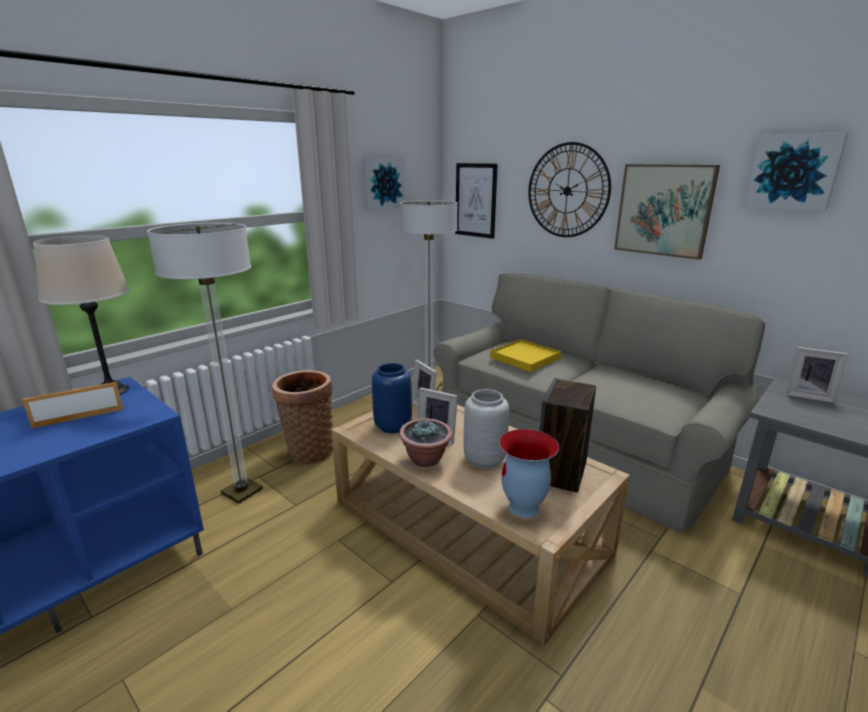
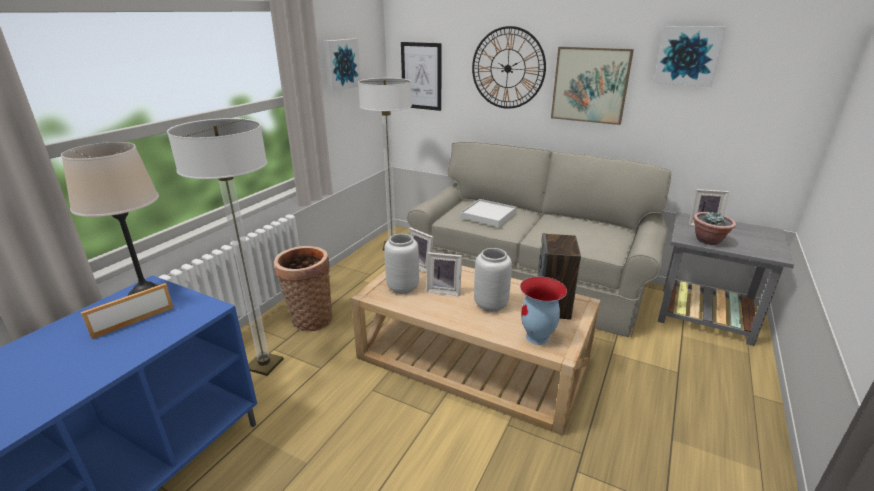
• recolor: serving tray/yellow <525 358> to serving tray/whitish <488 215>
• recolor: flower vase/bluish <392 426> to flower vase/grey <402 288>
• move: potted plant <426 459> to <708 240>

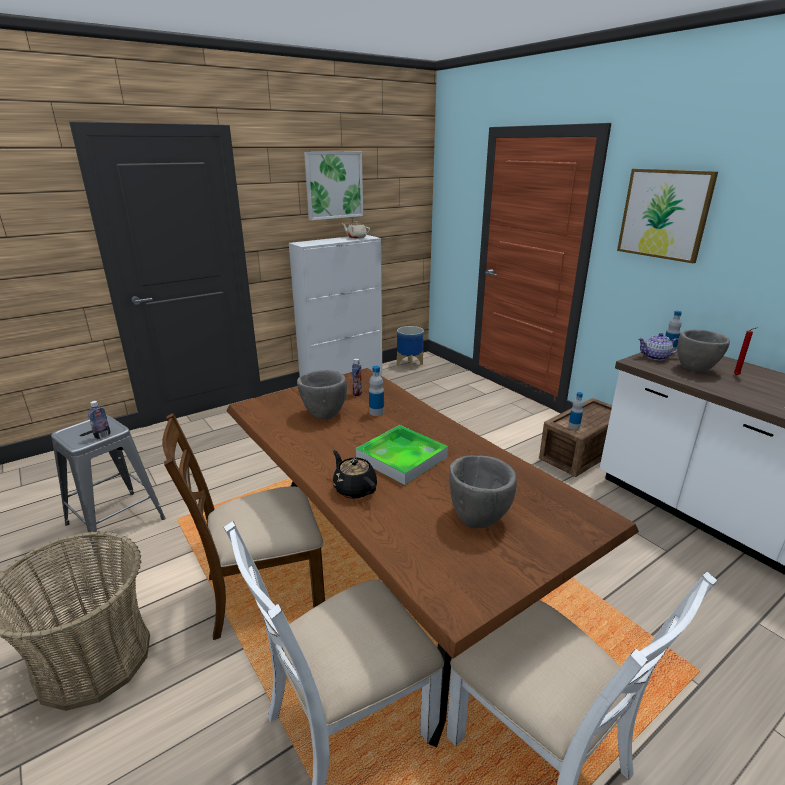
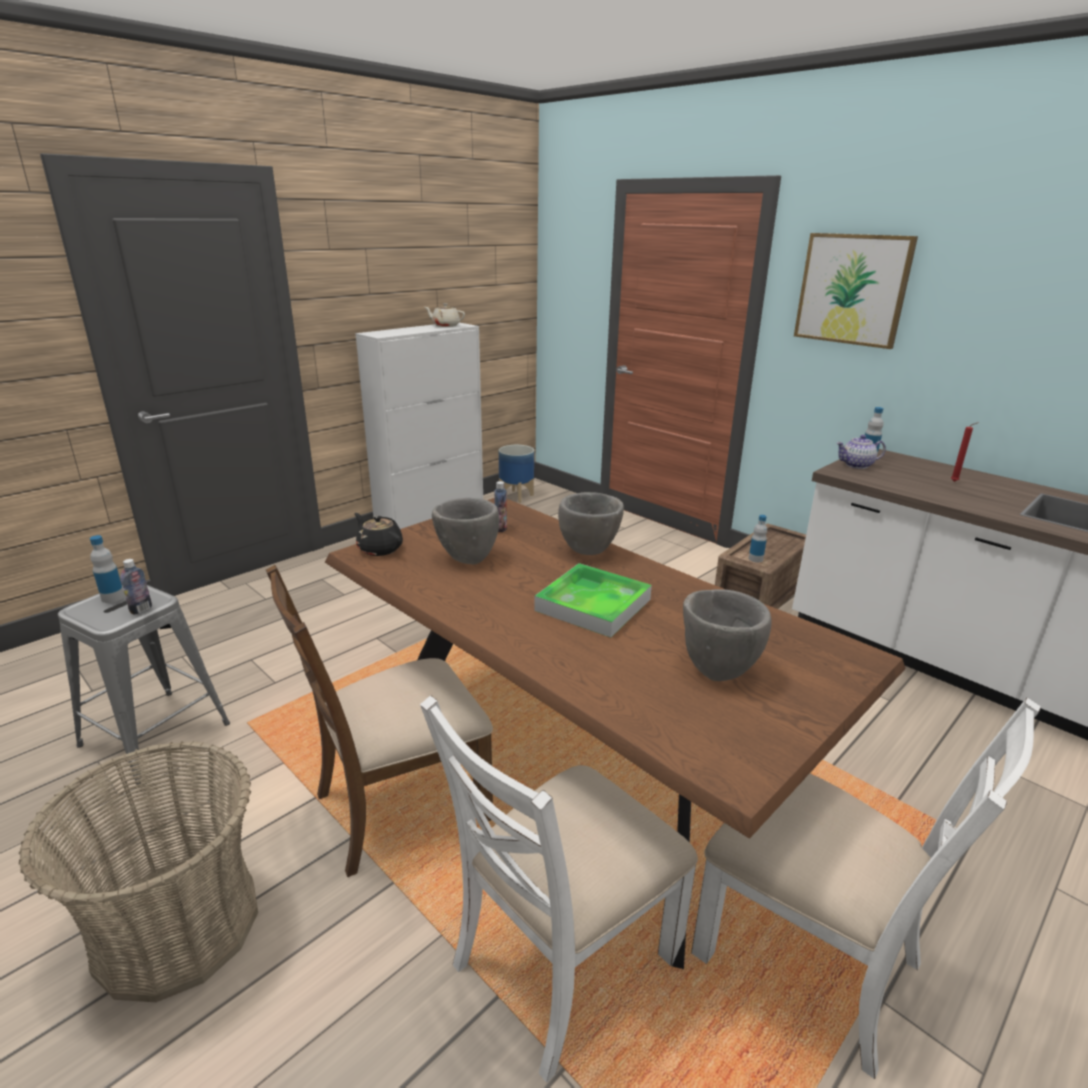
• delete: wall picture <334 185>
• move: bowl/grey <695 369> to <589 551>
• move: bottle <376 412> to <113 597>
• move: pot for tea/black <354 488> to <379 549>

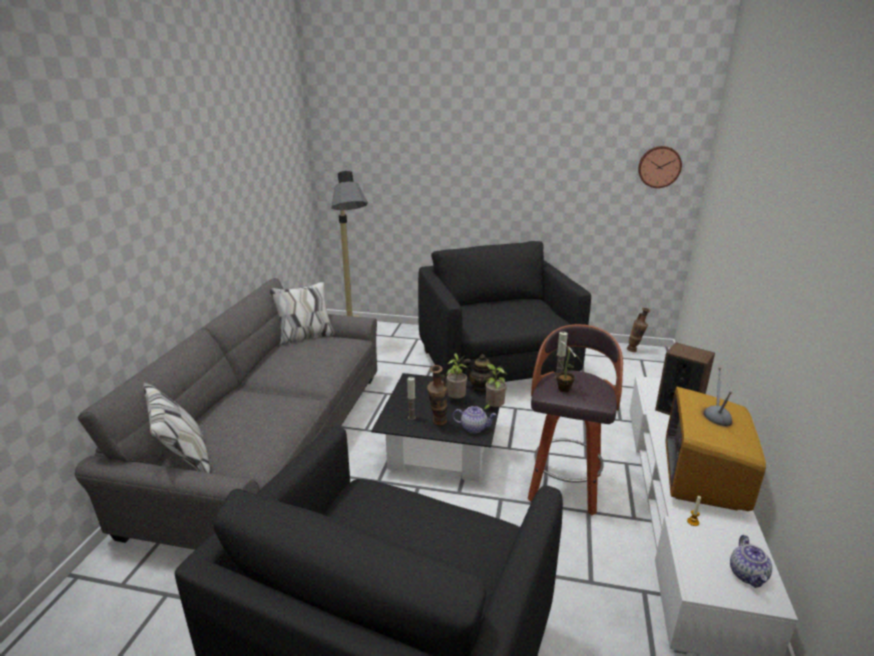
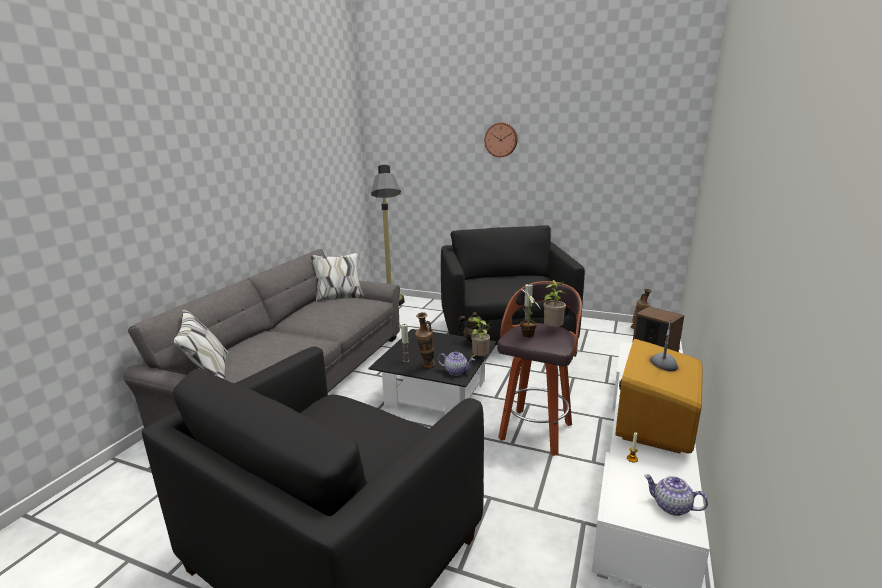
• move: clock on the wall <659 166> to <501 140>
• move: potted plant <456 399> to <553 330>
• rotate: pot for tea <748 575> = <671 507> 105 degrees clockwise

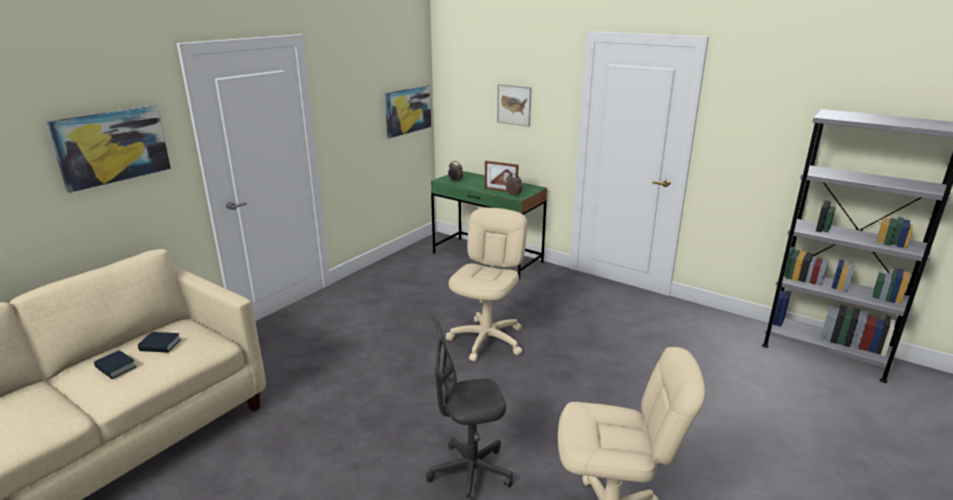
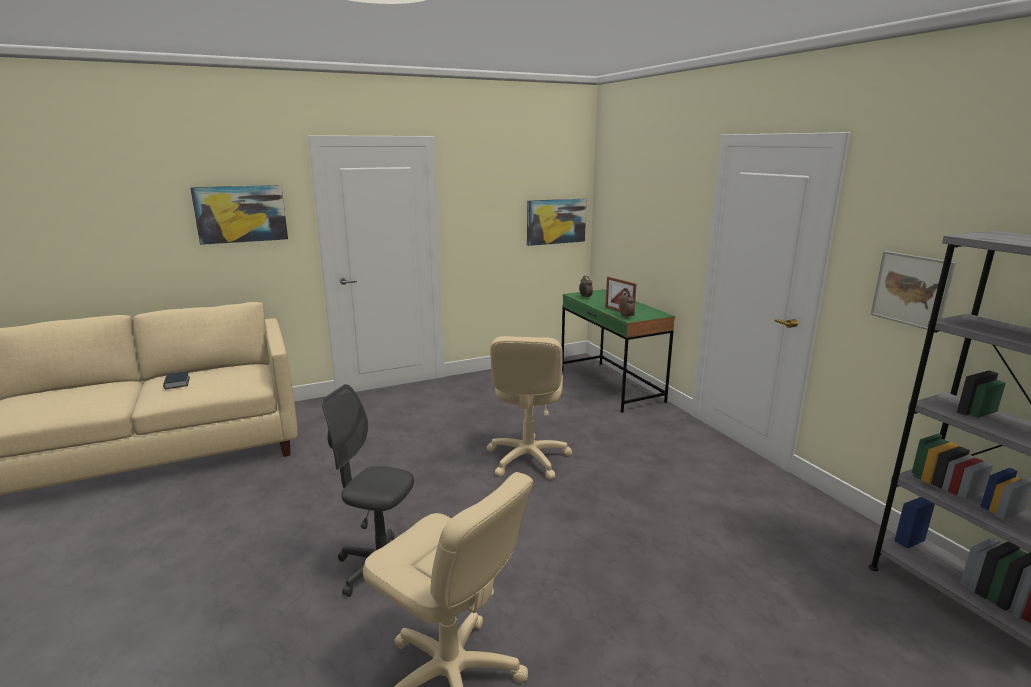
• move: wall picture <514 105> to <911 290>
• rotate: desk chair/sand-coloured <487 340> = <527 458> 135 degrees clockwise
• delete: bound book <160 346>

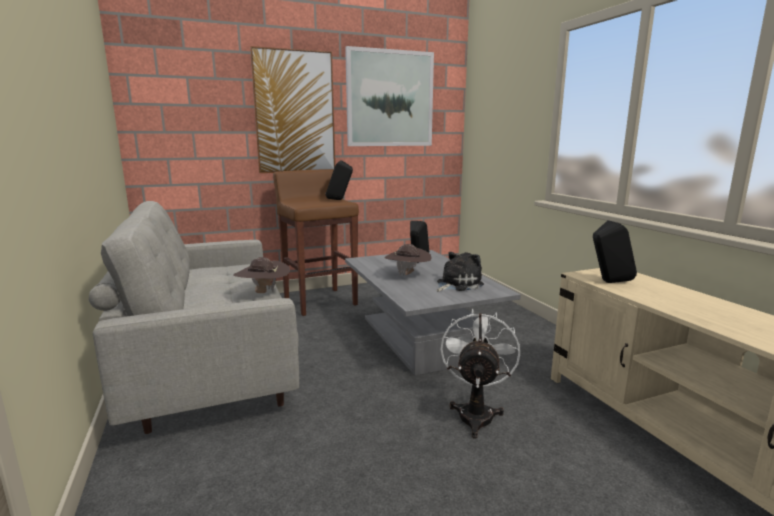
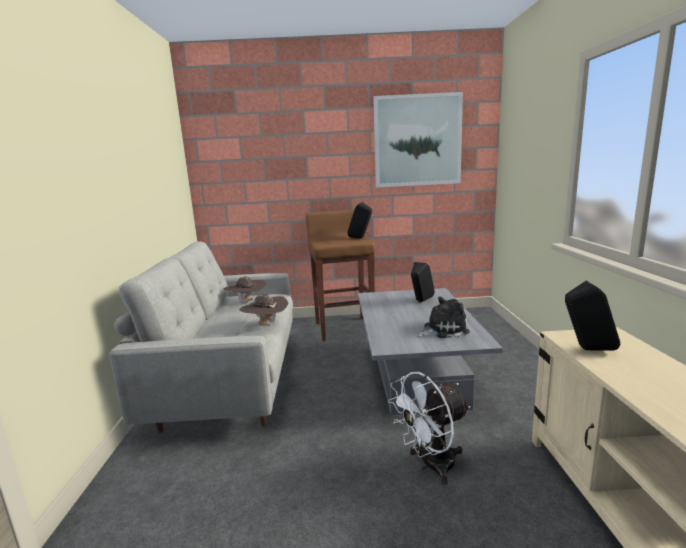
• delete: wall picture <294 112>
• move: clothing hat/brownish <407 275> to <247 302>
• rotate: cooling fan/whitish <476 413> = <430 465> 150 degrees counterclockwise

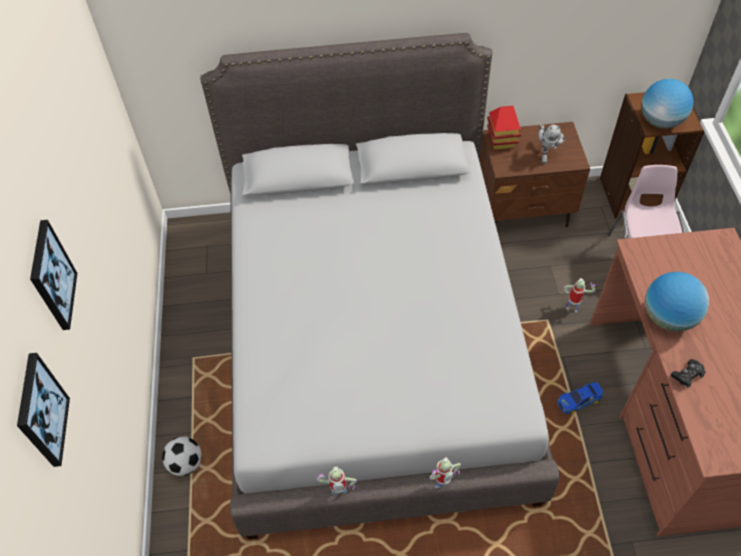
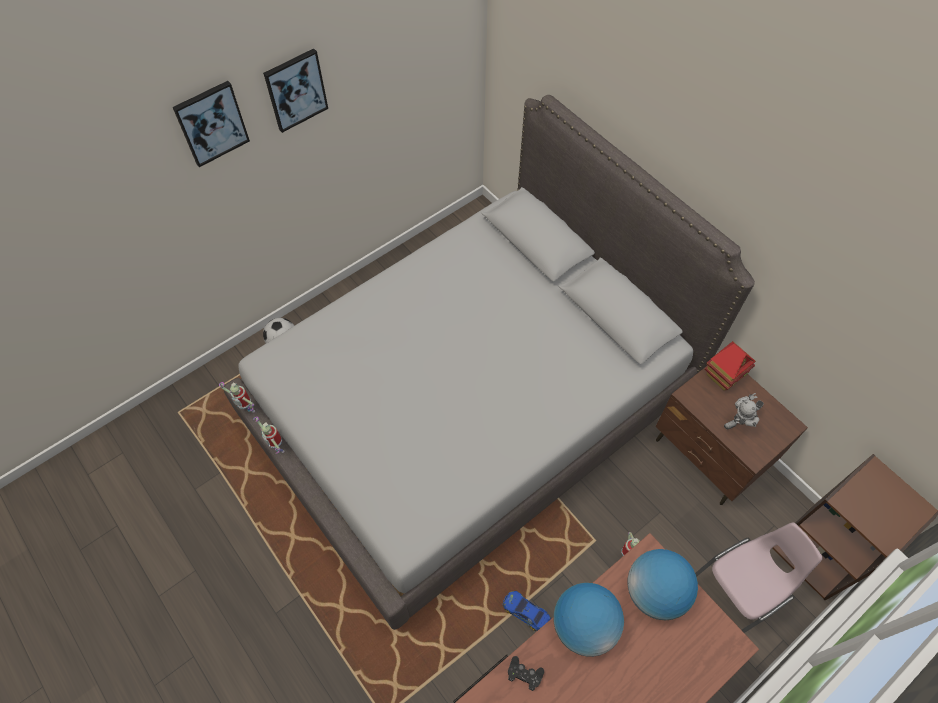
• move: globe <660 121> to <655 592>
• move: wall picture <41 411> to <295 90>
• move: model robot <442 485> to <247 410>

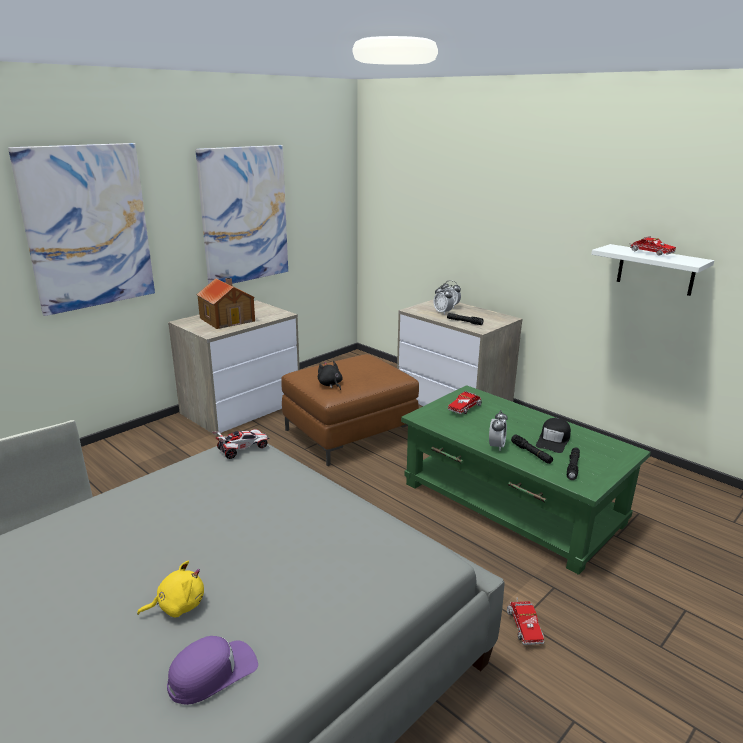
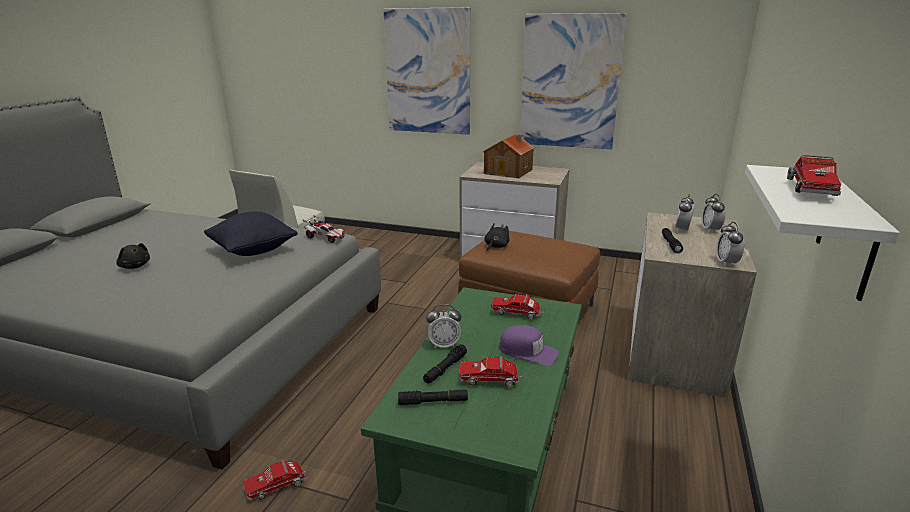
• replace: baseball cap/black <553 440> to toy lorry <492 380>
• recolor: plush toy/yellow <178 605> to plush toy/black <135 266>
• move: baseball cap/purple-coloured <212 673> to <528 351>
• insert: pillow/black <253 250>
• insert: table clock <726 263>

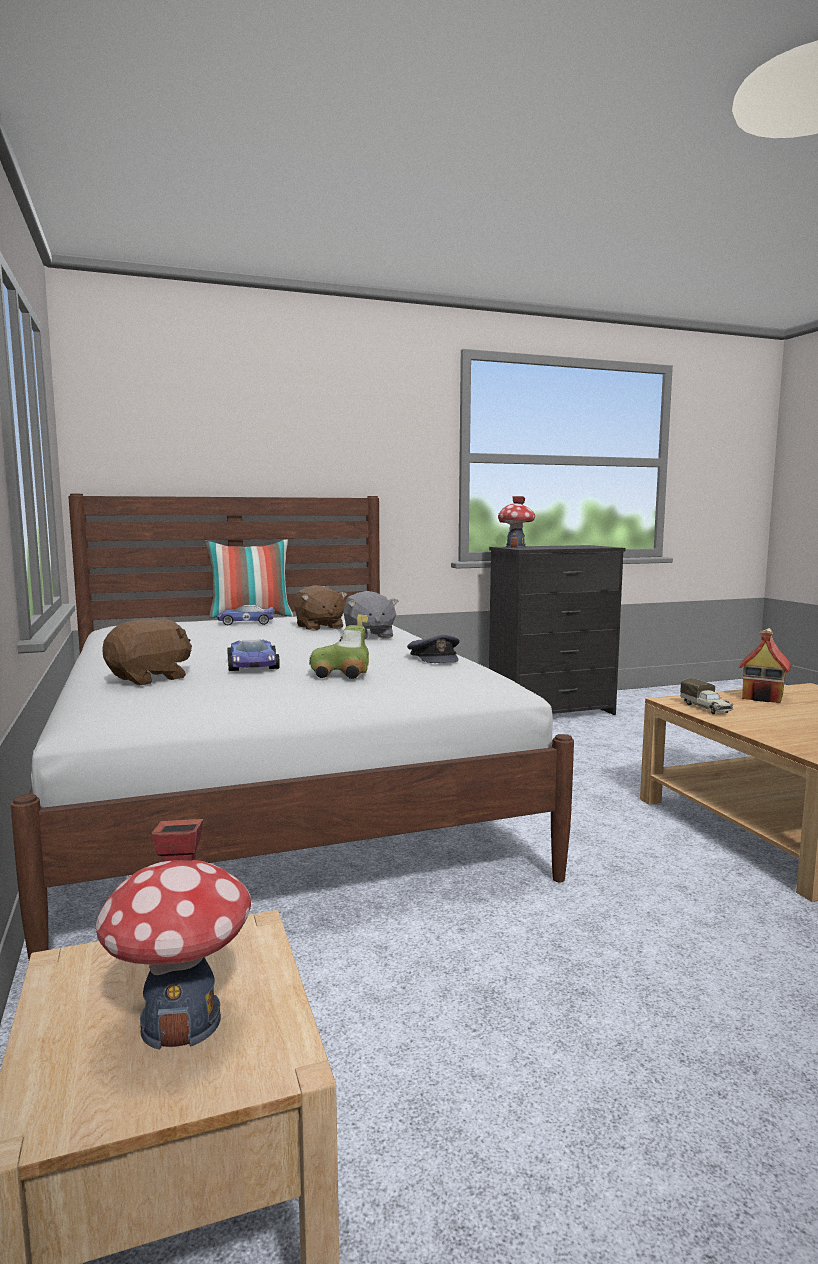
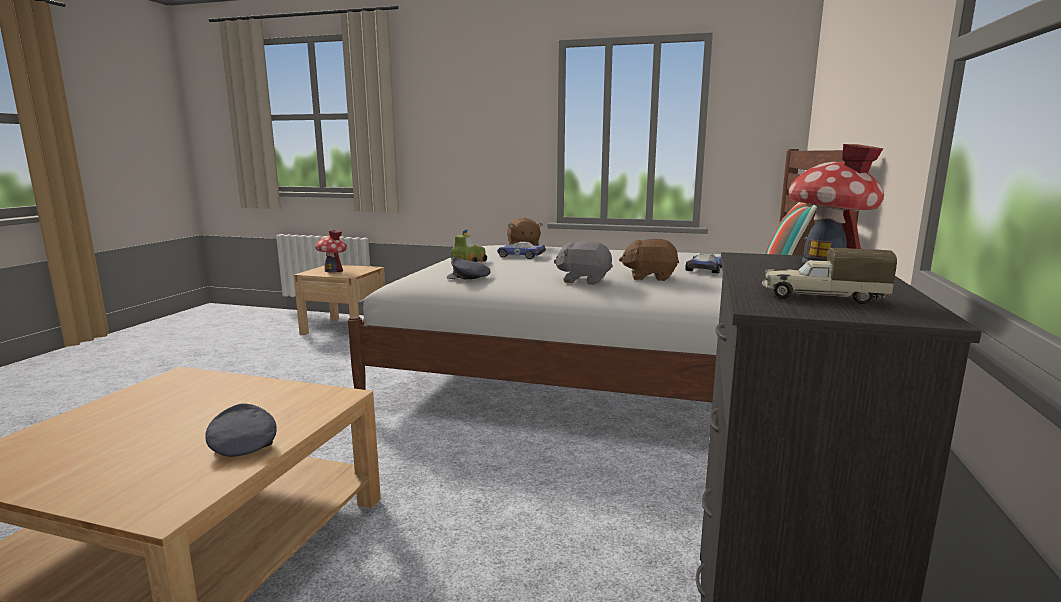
• replace: toy house <763 696> to baseball cap/grey <243 445>
• move: toy lorry <706 708> to <821 297>

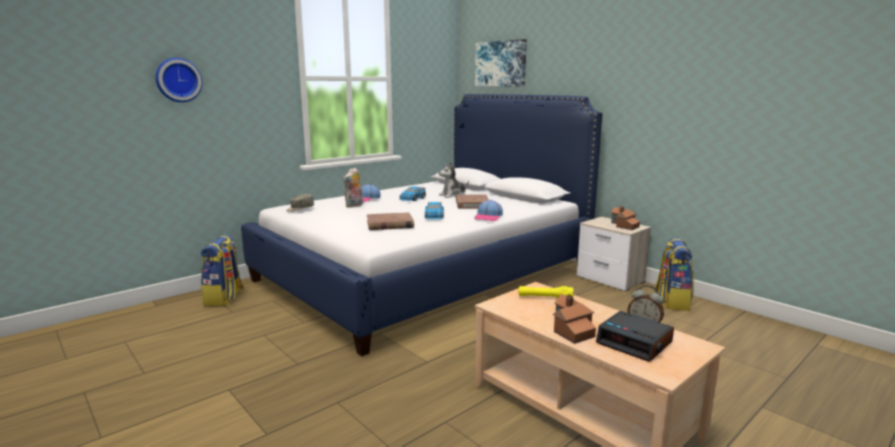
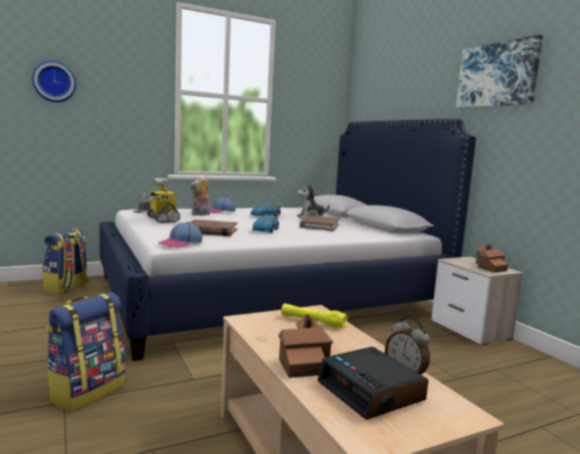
• move: wall picture <501 64> to <497 75>
• move: baseball cap <488 217> to <181 243>
• move: backpack <672 301> to <87 391>
• insert: model robot <162 219>

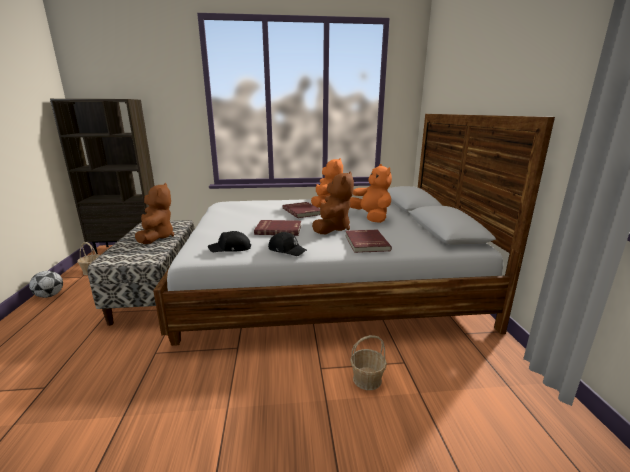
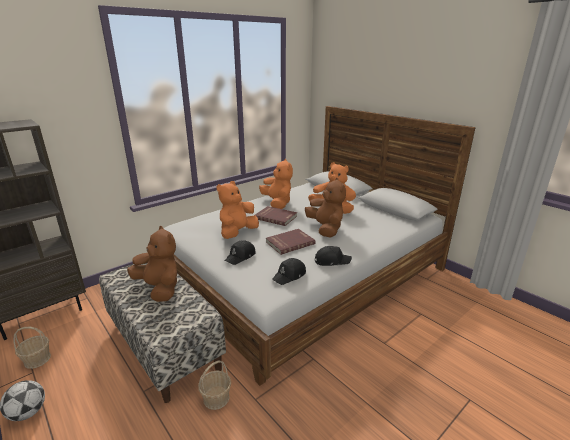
• delete: bound book/red-coloured <365 243>
• move: household basket <367 379> to <216 398>
• insert: plush toy/orangey <237 233>
• insert: baseball cap/black <240 256>

